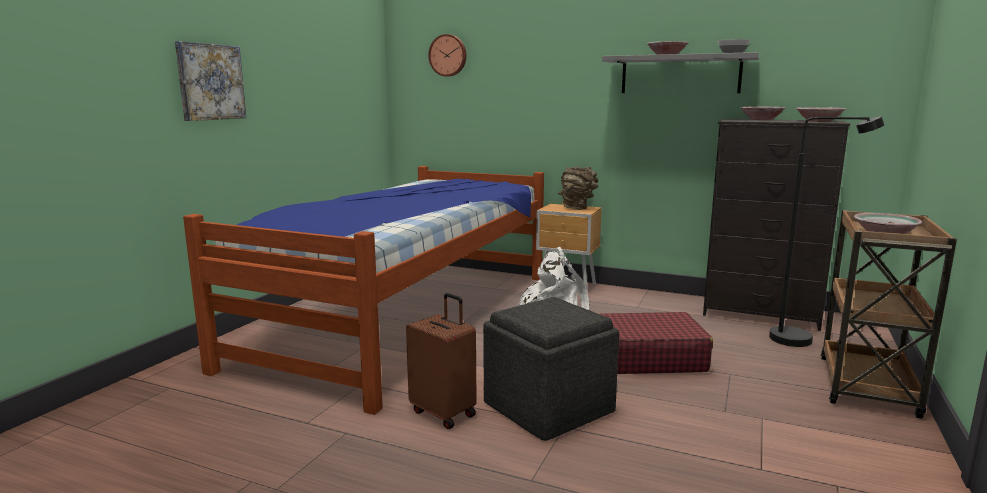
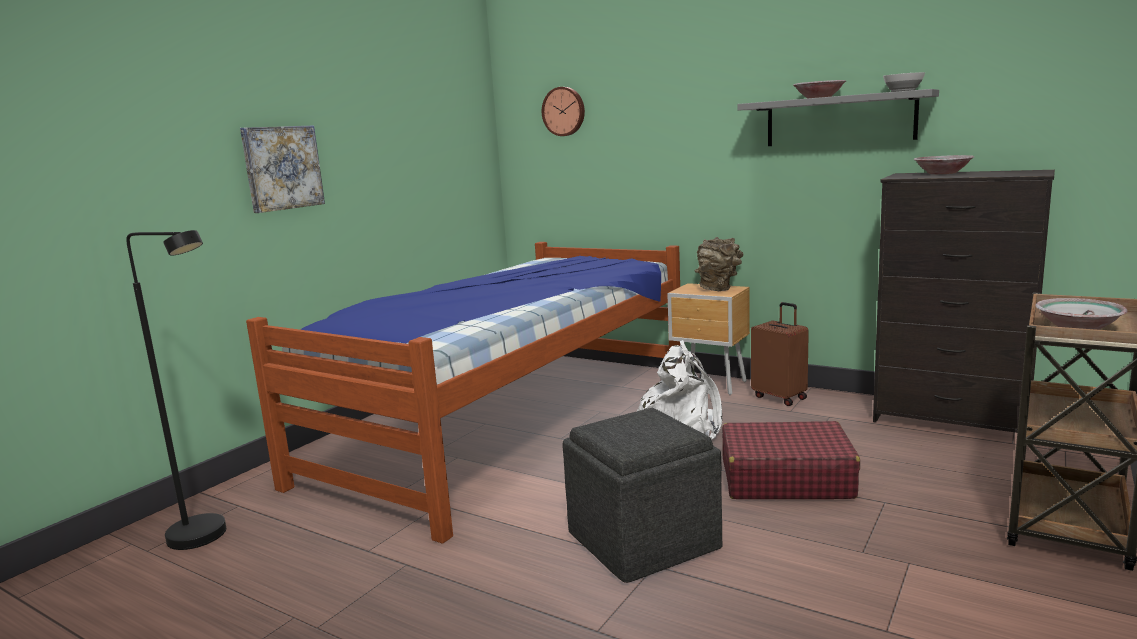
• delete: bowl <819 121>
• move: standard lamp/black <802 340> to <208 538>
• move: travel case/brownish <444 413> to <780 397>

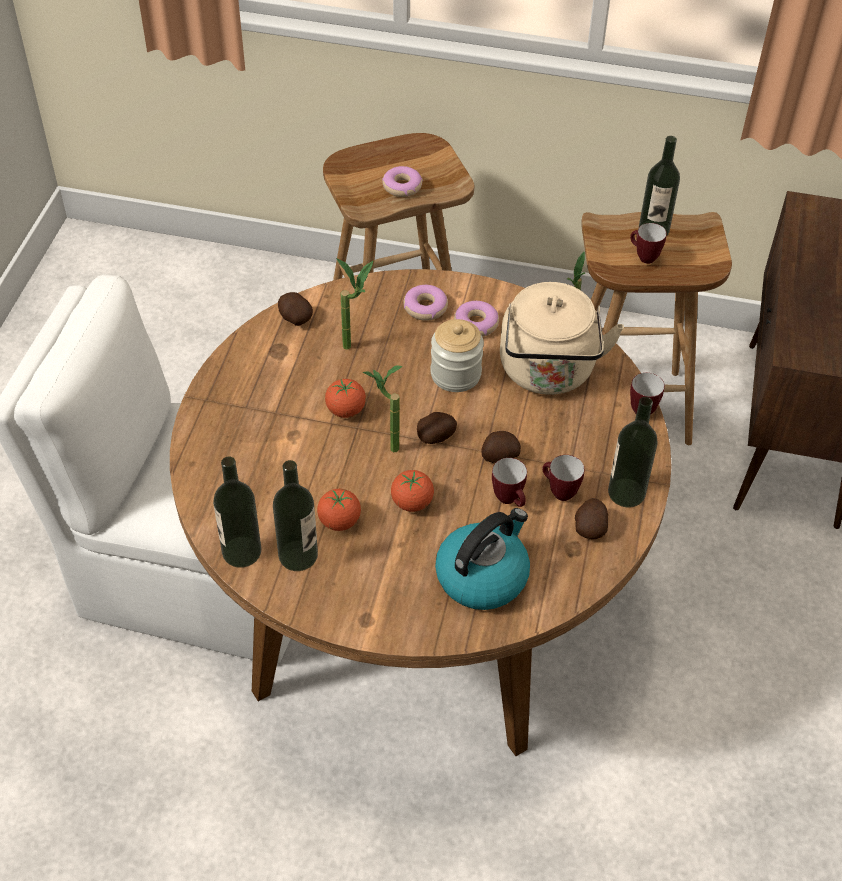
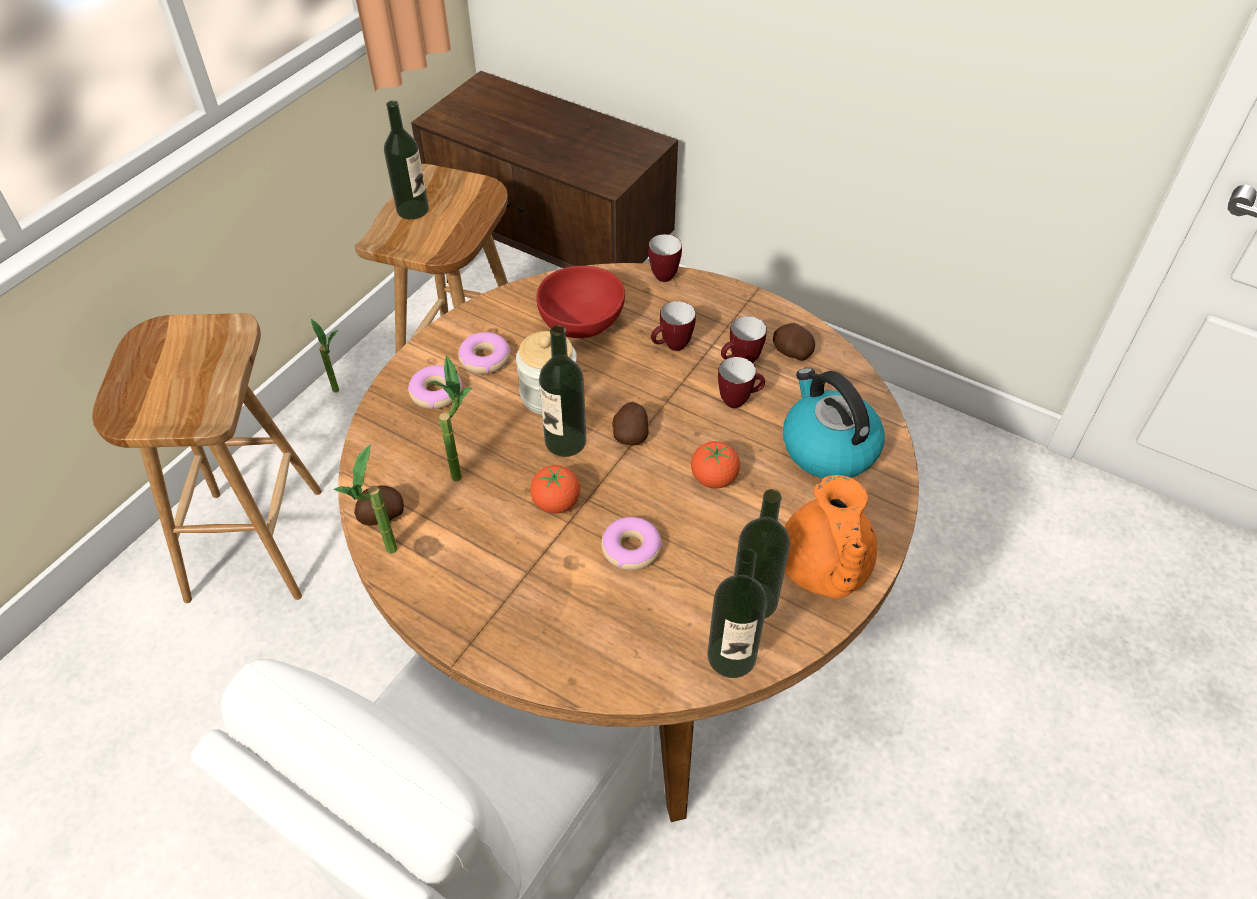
• move: ring doughnut <402 187> to <631 549>
• move: coffee mug <643 257> to <672 347>
• replace: water kettle/sand-coloured <548 373> to bowl/red-coloured <583 325>
• move: potted plant <385 448> to <385 558>
• move: bottle <626 493> to <565 441>
• delete: potato <499 456>
• delete: fresh tomato <339 521>
• insert: pot for tea/orangey <823 569>

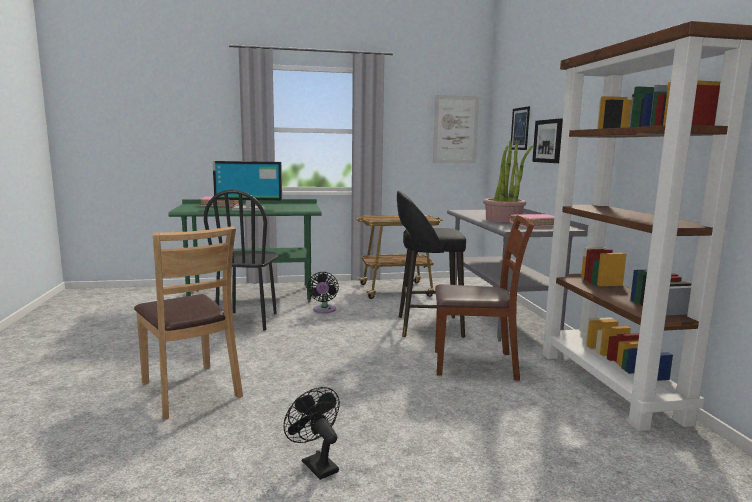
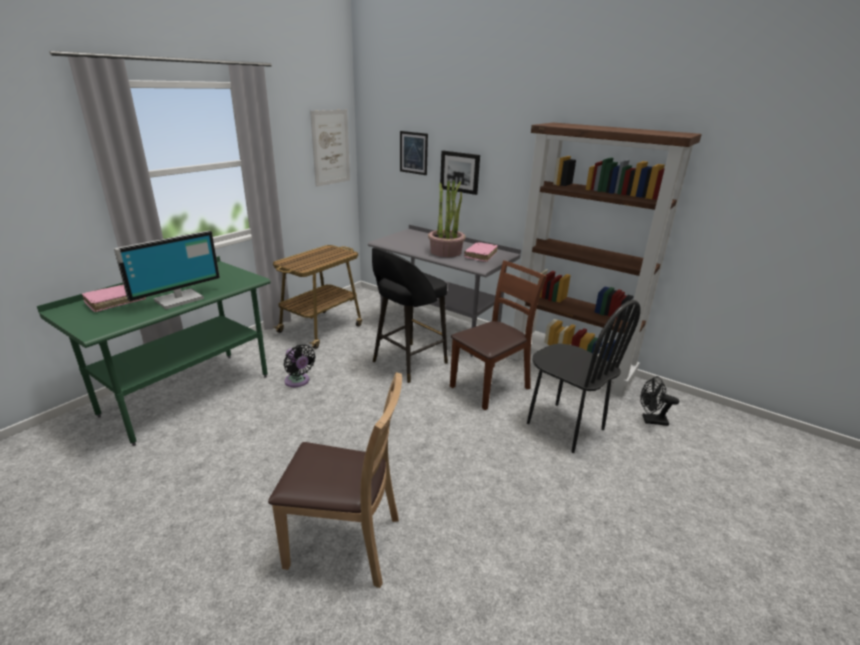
• move: upright chair/black <247 321> to <564 426>
• move: cooling fan/black <316 464> to <650 420>

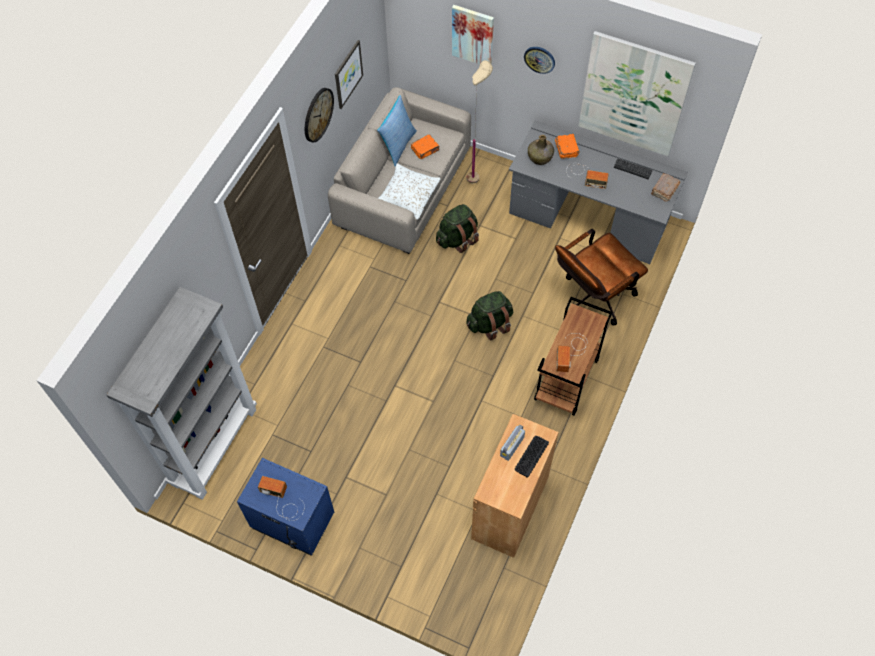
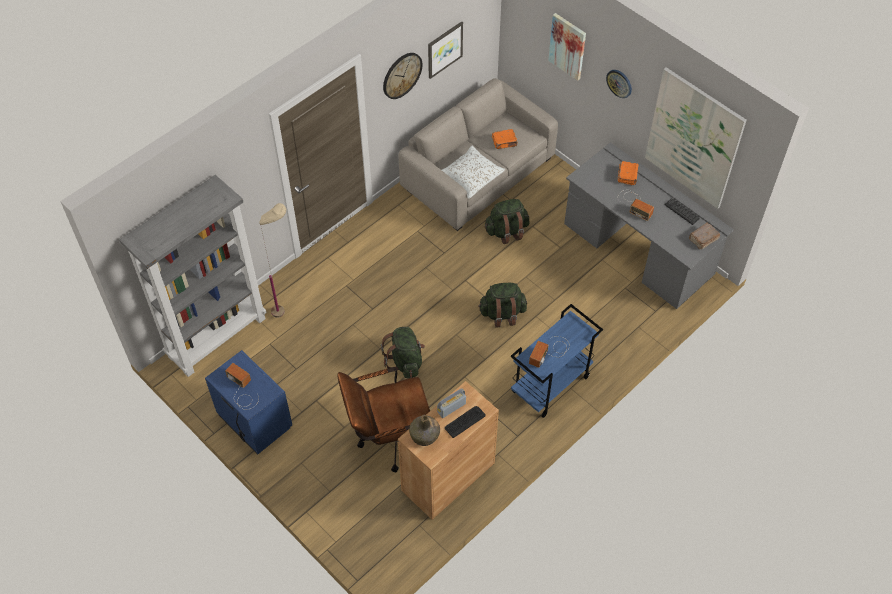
• move: standard lamp/sand-coloured <476 172> to <287 307>
• delete: pillow <398 146>
• move: bottle/green-coloured <540 157> to <425 435>
• move: desk chair/brownish <592 298> to <389 438>
• recolor: wheeled cart/brownish <567 380> to wheeled cart/bluish <550 385>
• insert: backpack/green-coloured <405 361>

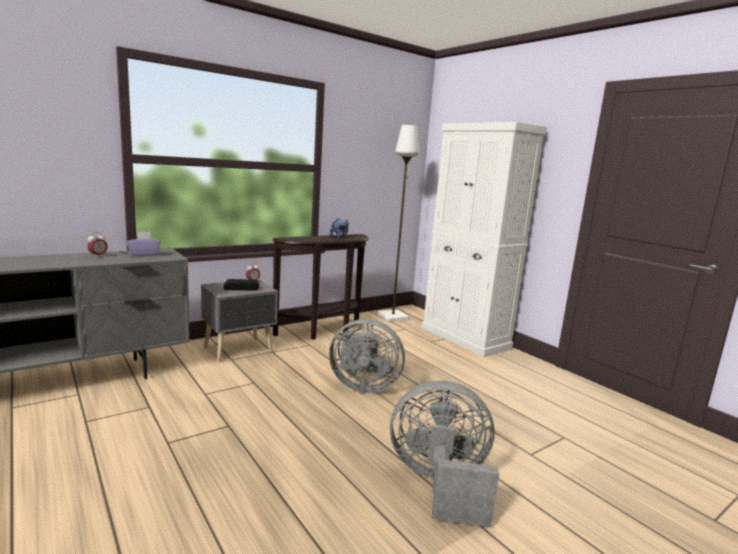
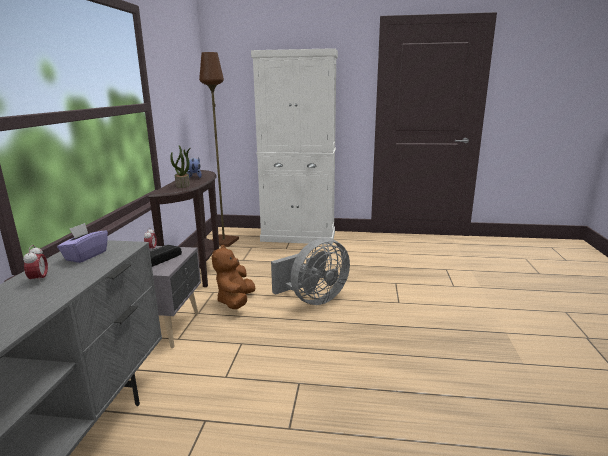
• recolor: standard lamp/whitish <393 316> to standard lamp/brownish <223 241>
• delete: cooling fan/grey <440 484>
• insert: potted plant <183 185>
• insert: plush toy/brownish <235 301>

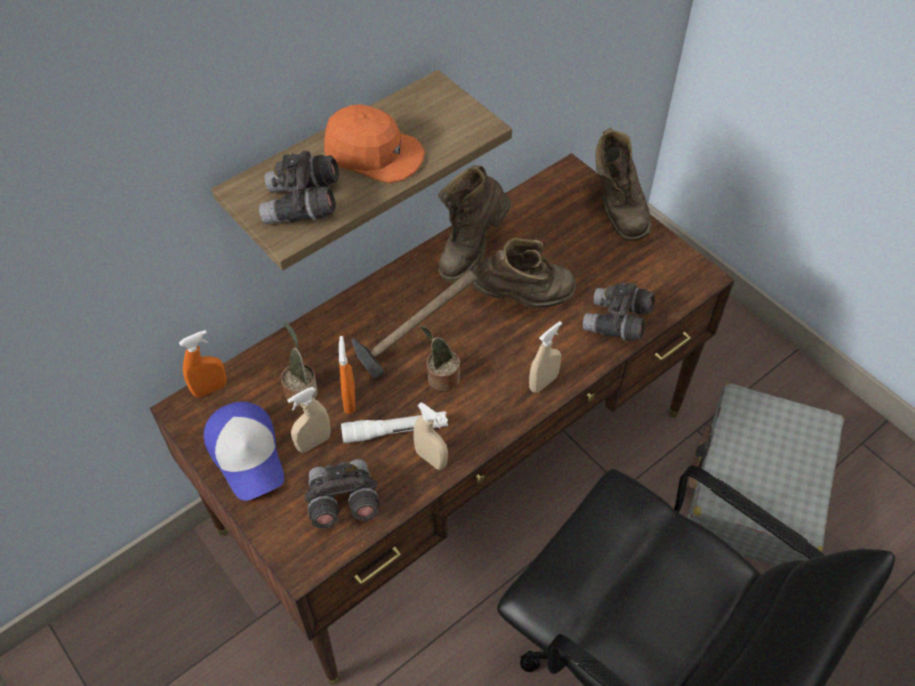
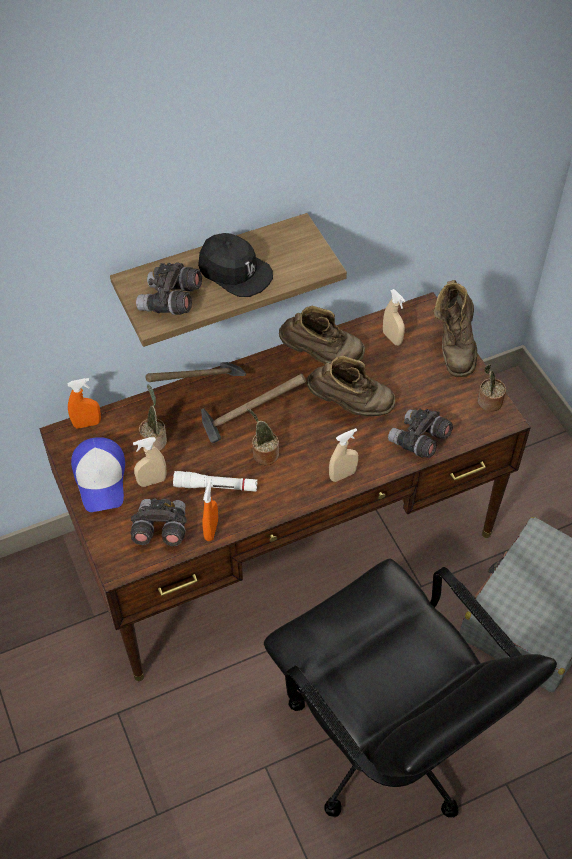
• recolor: baseball cap/orangey <373 154> to baseball cap/black <235 272>
• rotate: boot/brownish <471 249> = <321 356> 135 degrees counterclockwise
• move: hand sprayer/orangey <349 400> to <211 530>
• move: hand sprayer/sand-coloured <431 458> to <392 338>
• insert: hammer <201 394>
• insert: potted plant <488 402>

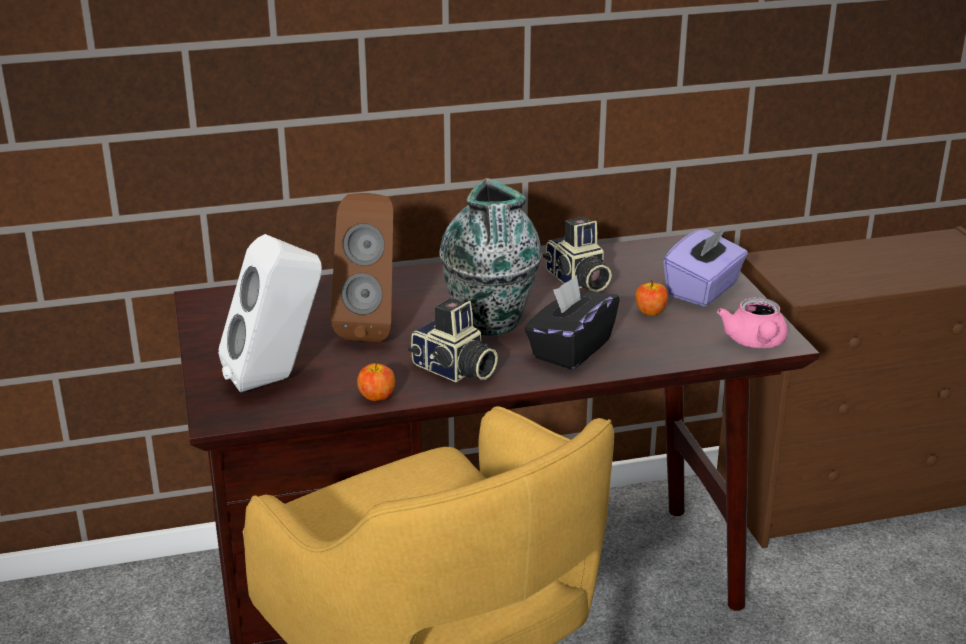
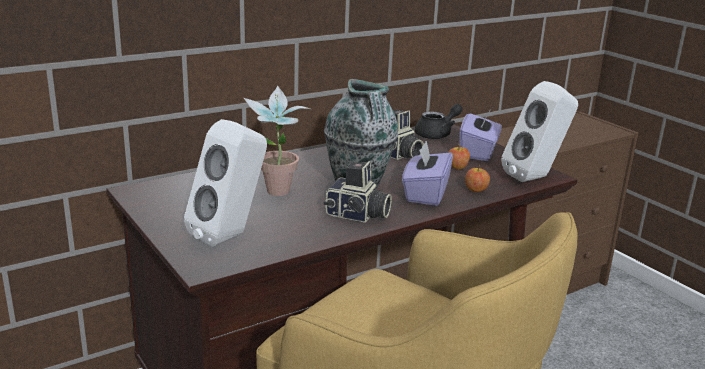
• replace: loudspeaker/brownish <372 327> to potted plant <277 195>
• recolor: tissue box/black <570 349> to tissue box/purple-coloured <425 194>
• replace: pot for tea/pink <755 343> to loudspeaker/whitish <536 178>
• move: apple fruit <376 396> to <476 190>
• insert: pot for tea/black <437 134>

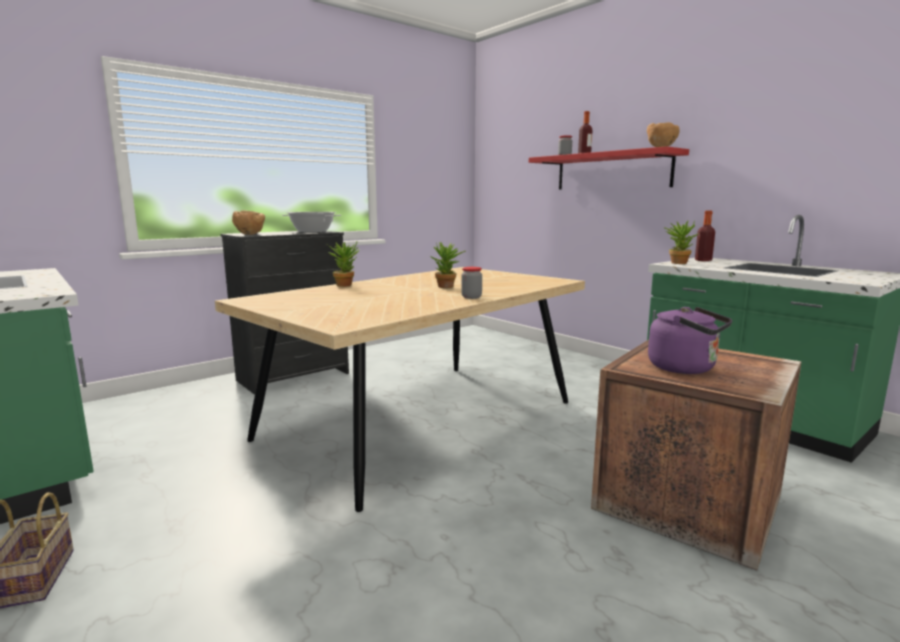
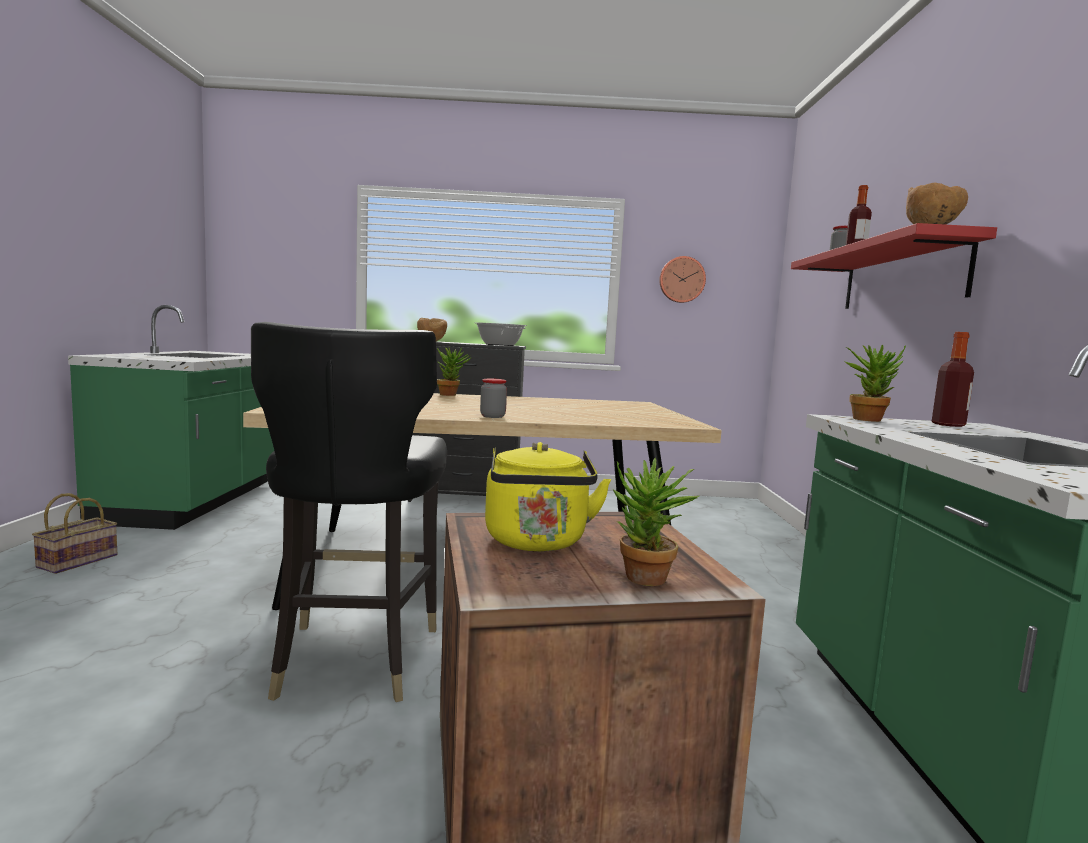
• move: potted plant <447 287> to <645 581>
• recolor: water kettle/purple-coloured <685 368> to water kettle/yellow <537 543>
• insert: clock on the wall <681 279>
• insert: upright chair/black <354 658>

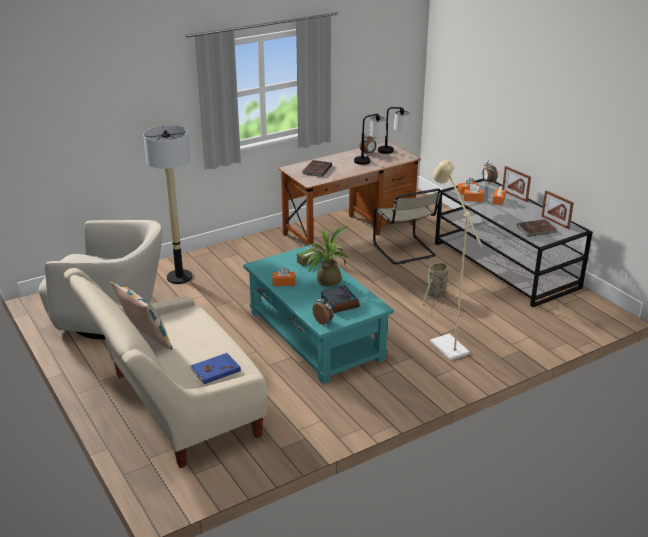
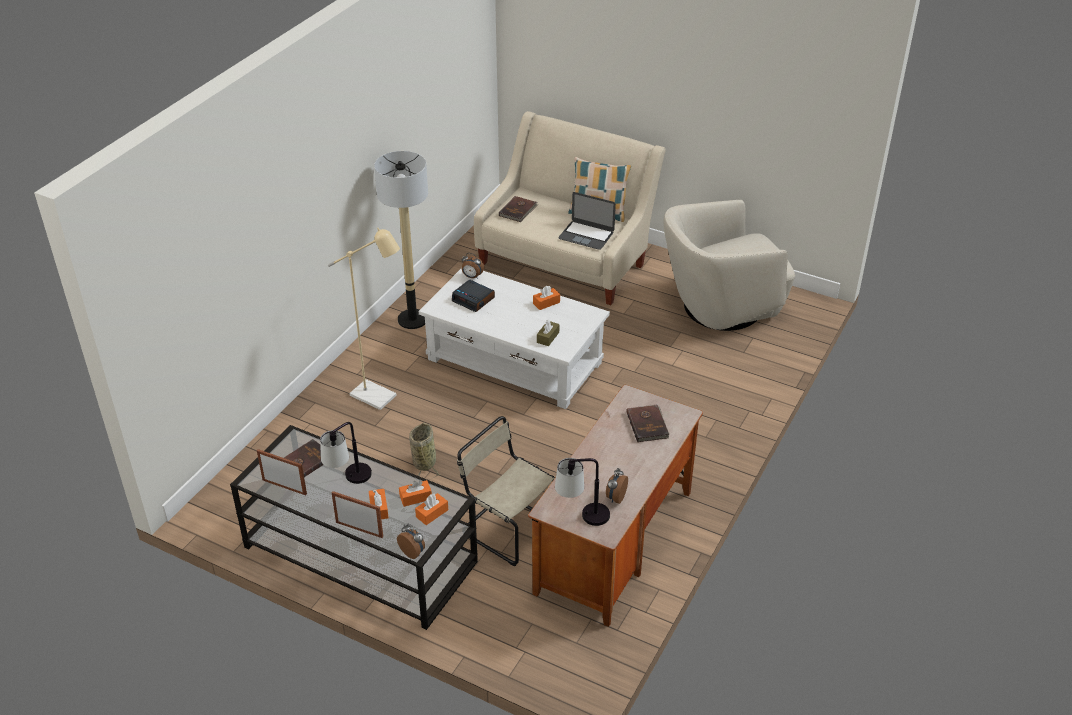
• move: tabletop lamp <369 160> to <349 481>
• move: standard lamp <179 277> to <412 319>
• delete: potted plant <325 281>
• recolor: coffee table/blue-green <315 335> to coffee table/whitish <515 361>
• recolor: bound book/bluish <215 370> to bound book/brownish <518 210>
• insert: portable computer <586 235>

